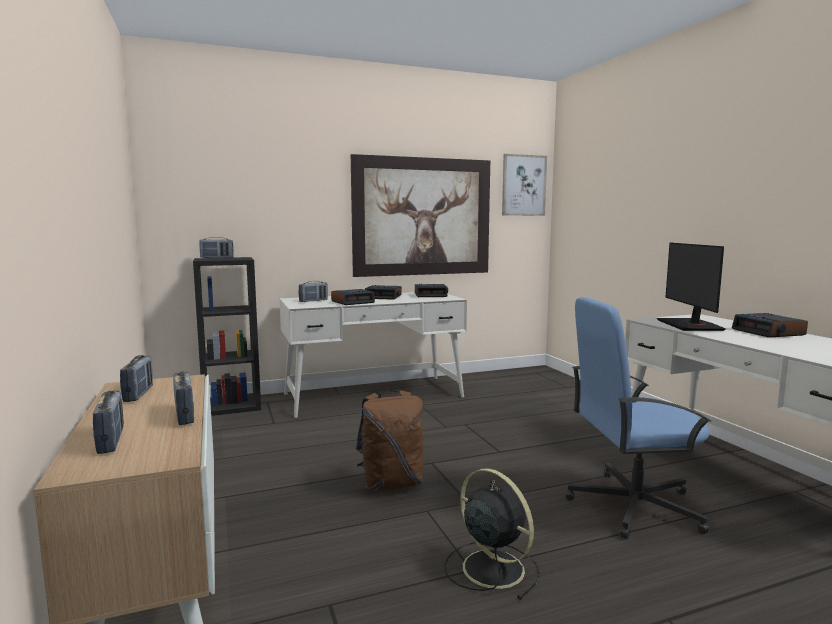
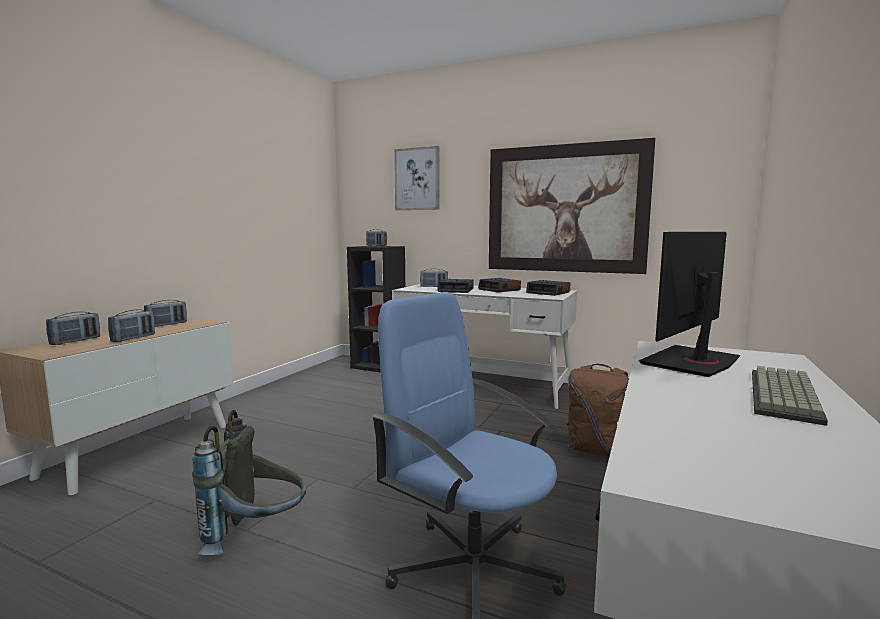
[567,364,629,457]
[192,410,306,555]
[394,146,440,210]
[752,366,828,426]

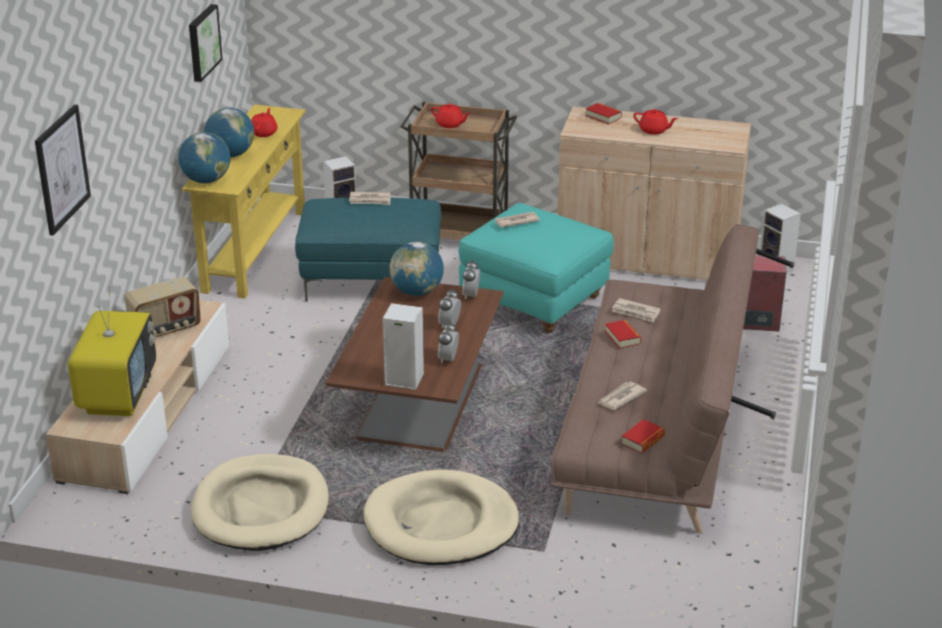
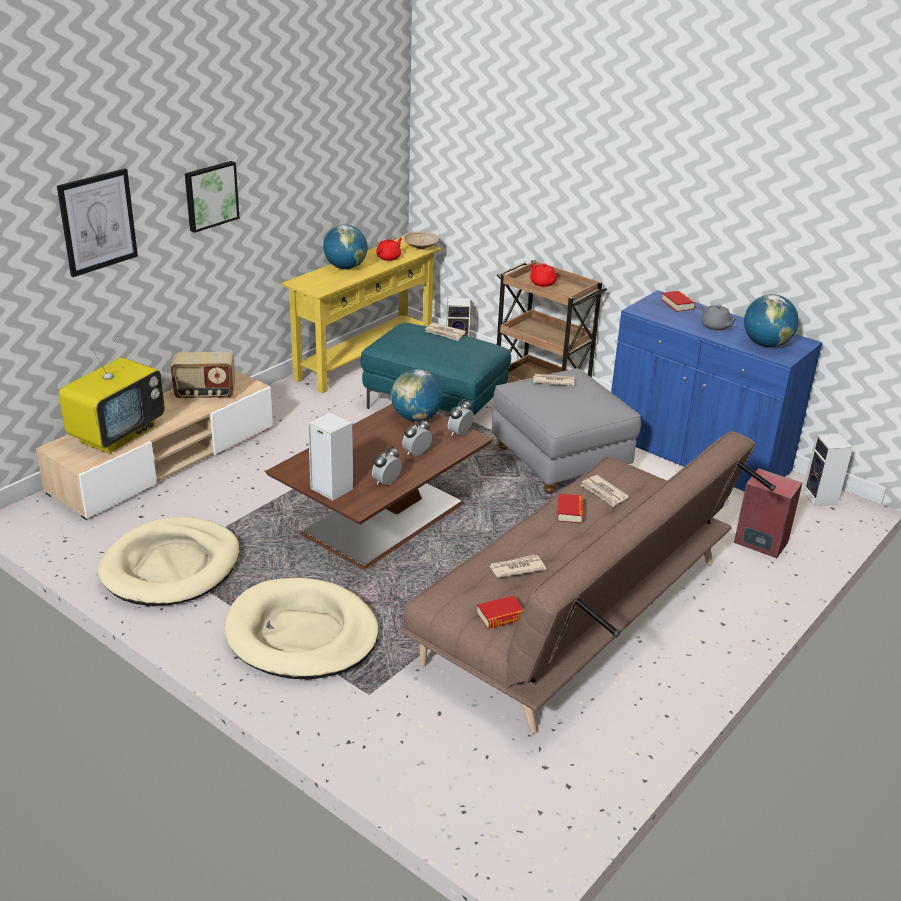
[744,294,799,347]
[185,161,240,233]
[492,368,641,494]
[611,290,822,492]
[700,305,739,331]
[403,231,439,249]

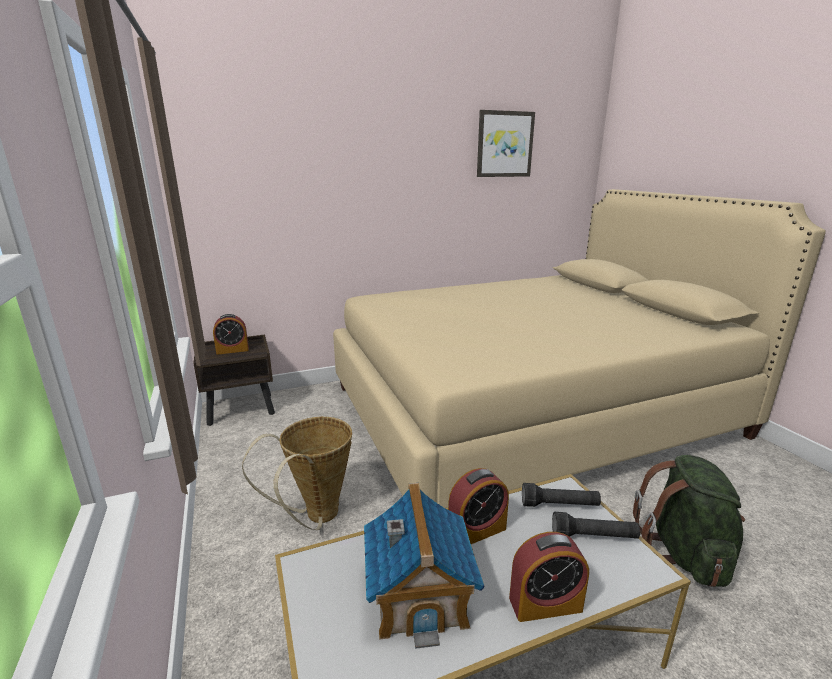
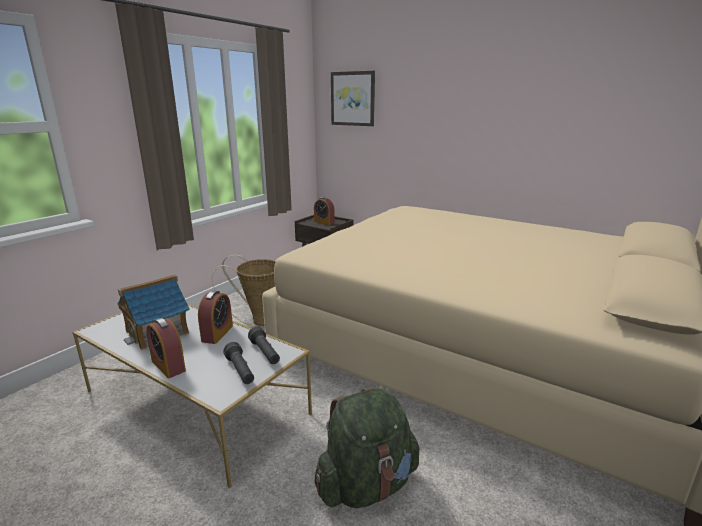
[198,291,233,344]
[331,71,375,126]

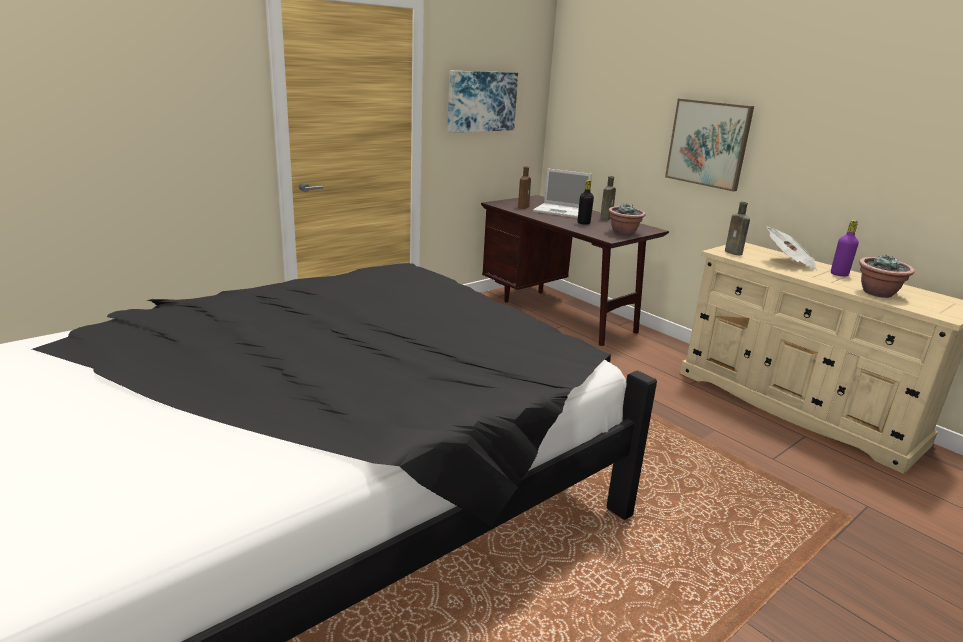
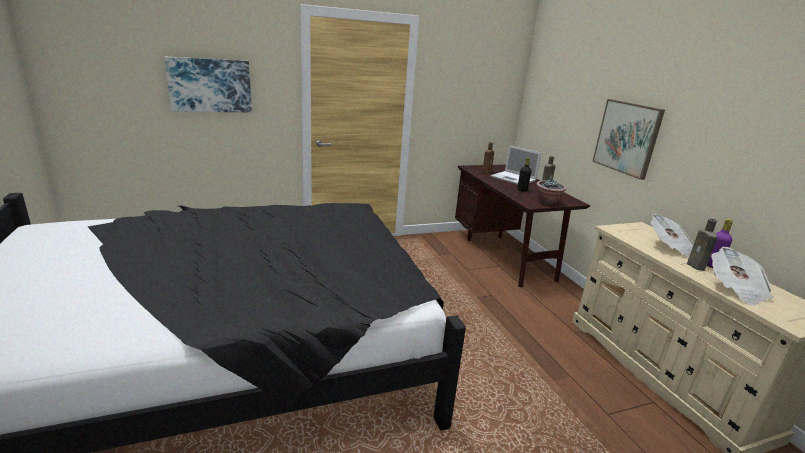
[164,57,252,113]
[687,218,717,271]
[711,247,774,306]

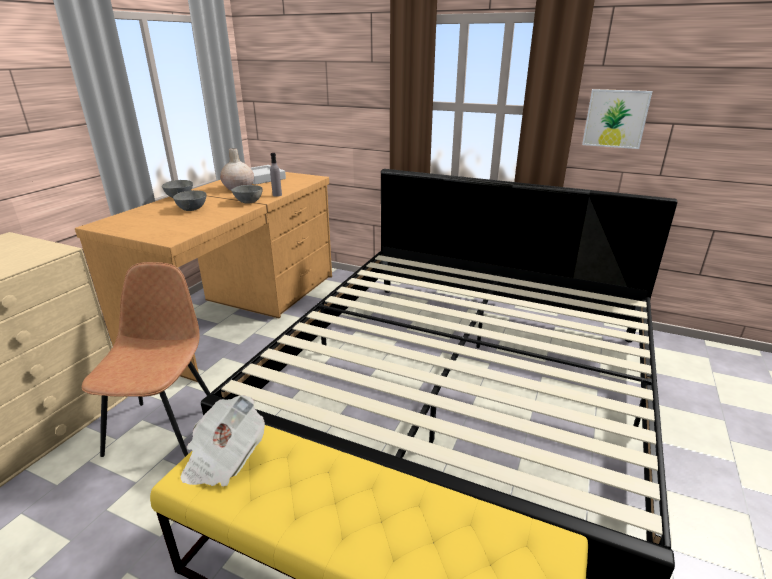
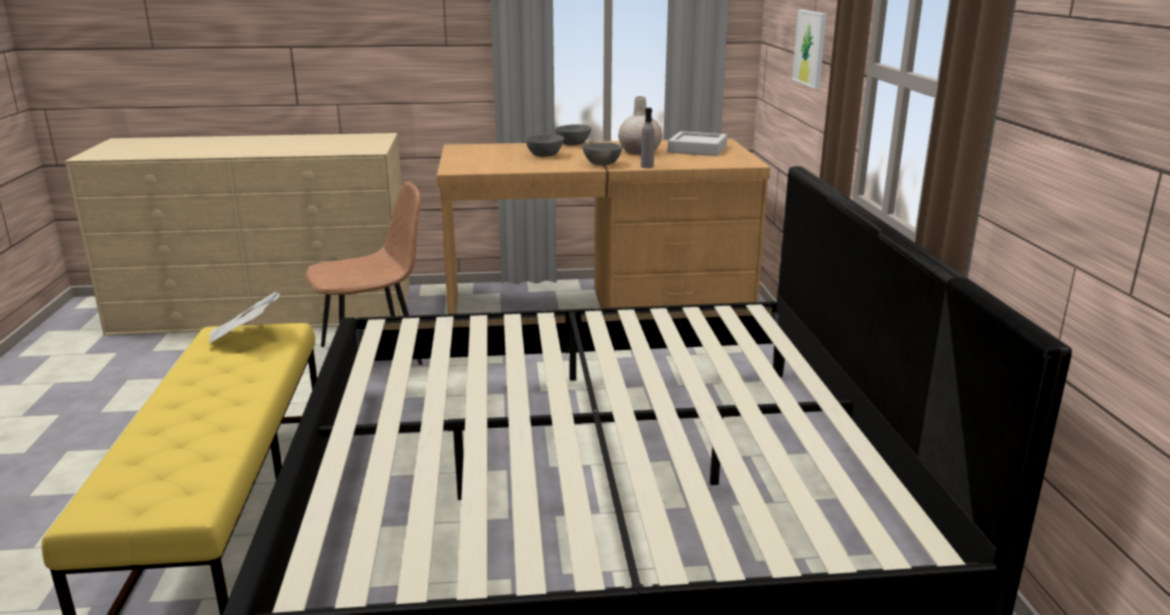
[792,10,827,89]

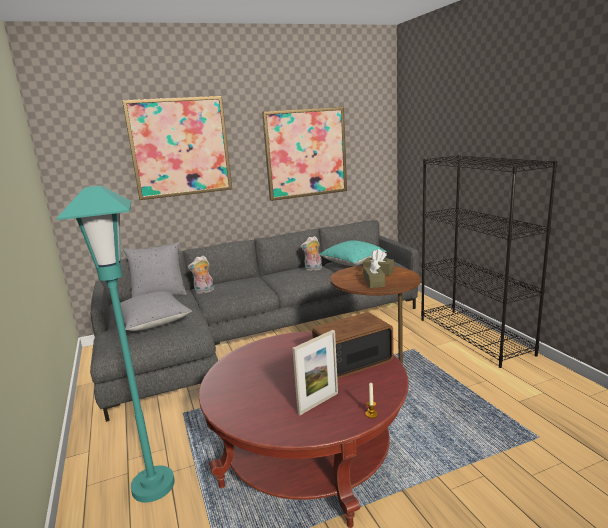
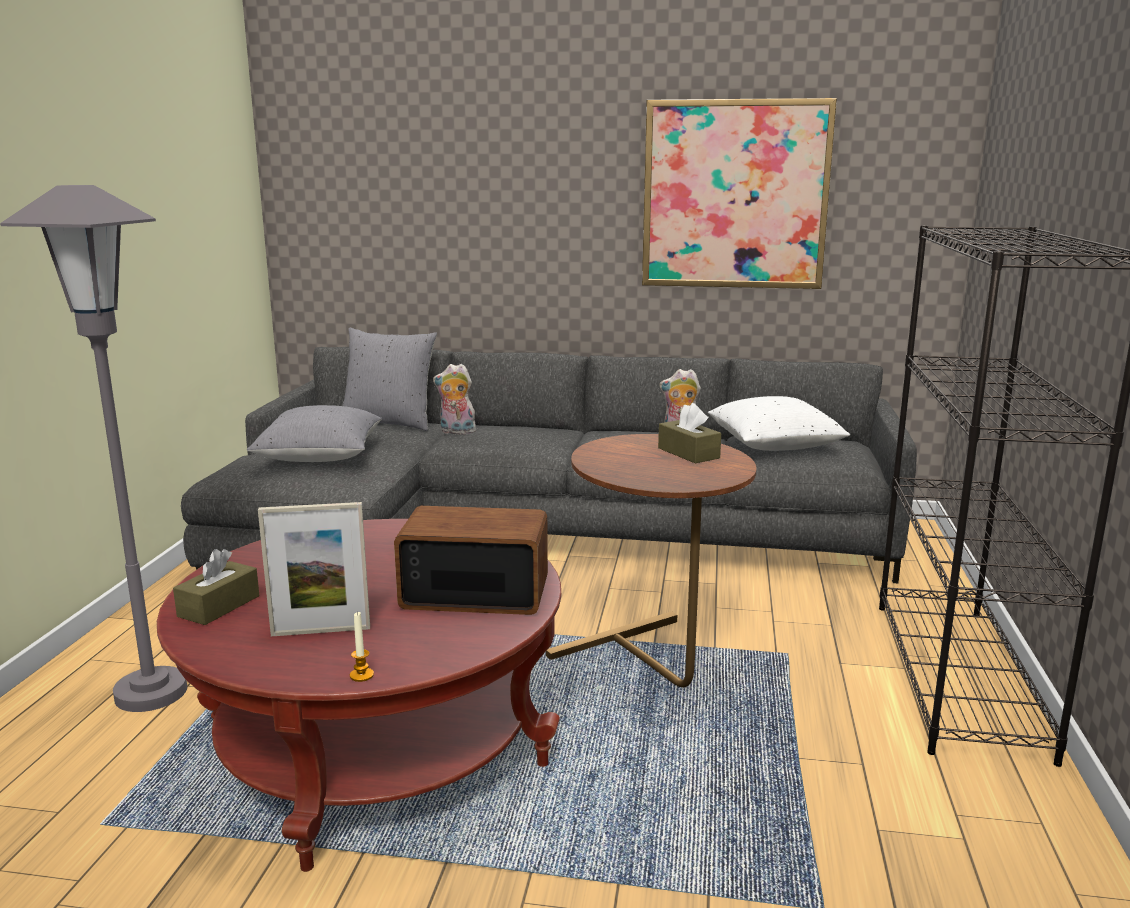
[0,185,187,712]
[122,96,232,200] (first image)
[708,396,850,451]
[173,549,259,625]

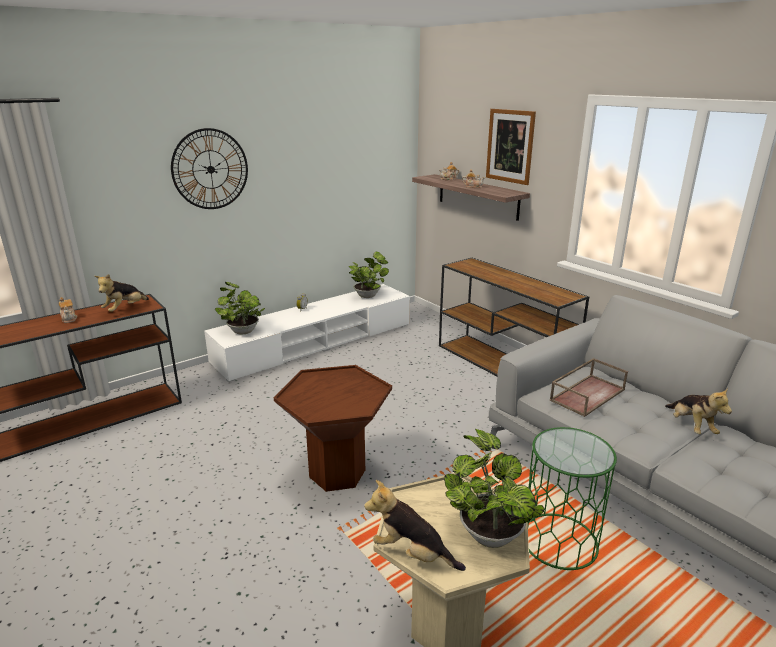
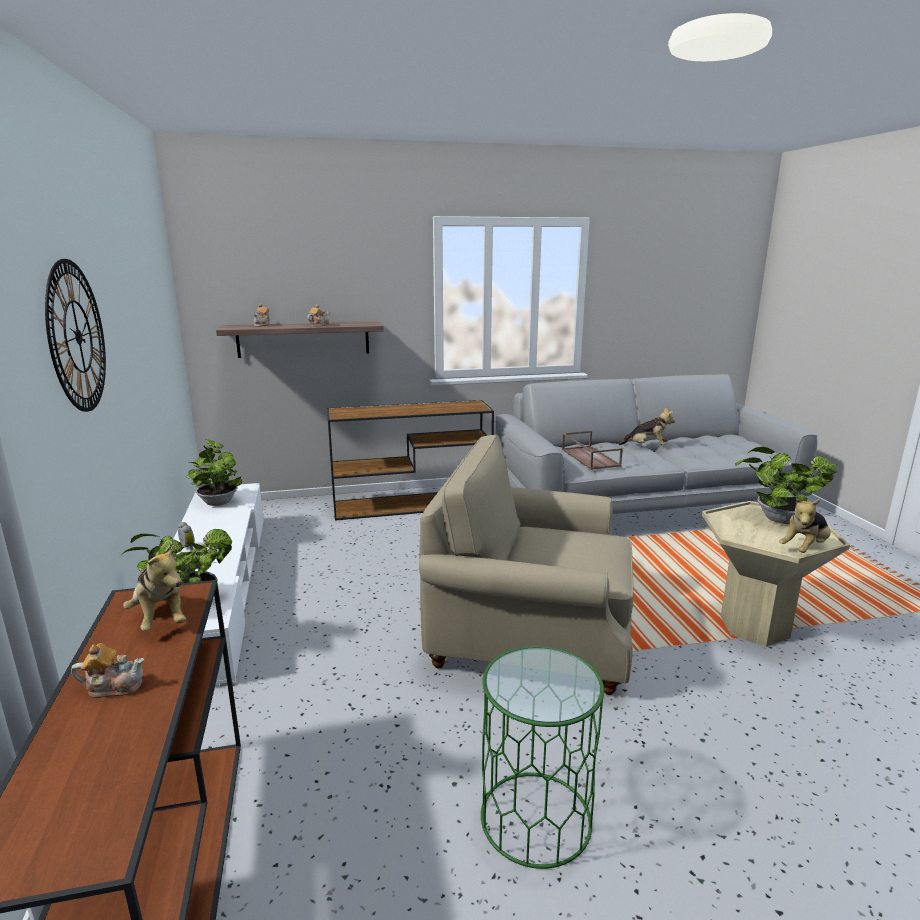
[419,434,633,695]
[486,109,536,185] (first image)
[481,646,604,869]

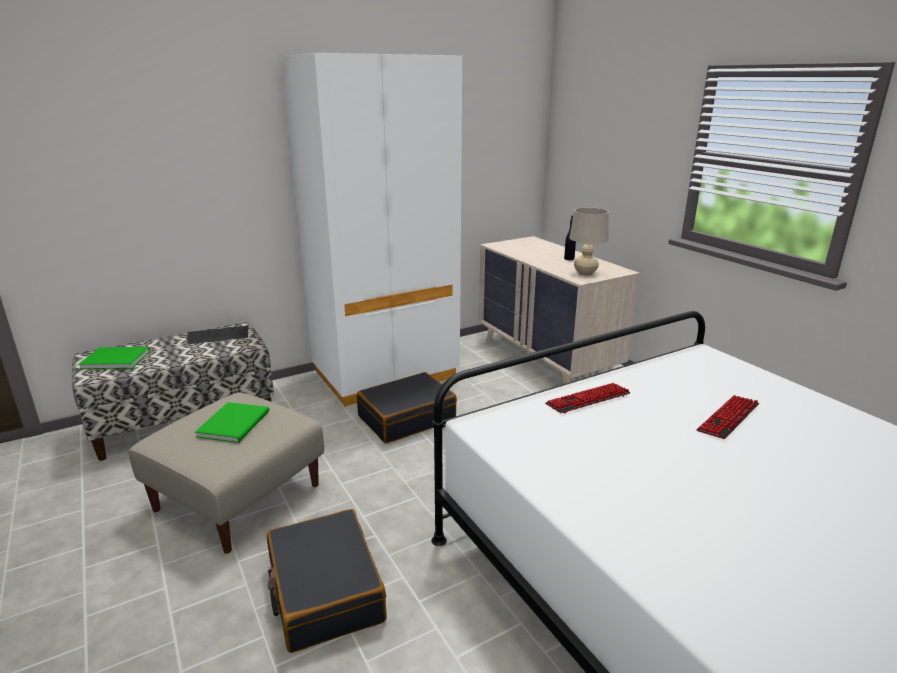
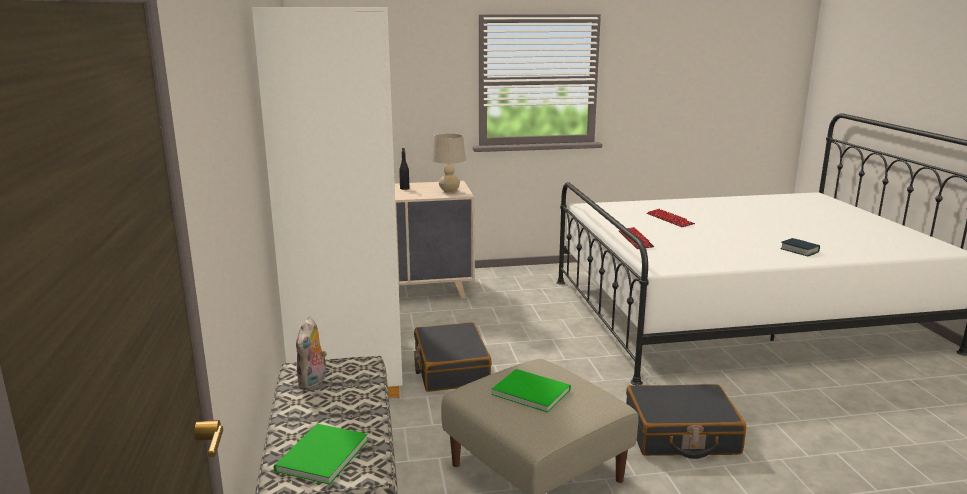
[296,317,327,390]
[780,238,820,256]

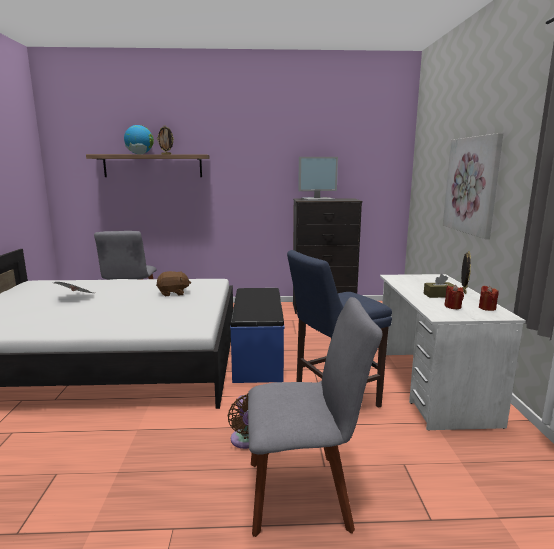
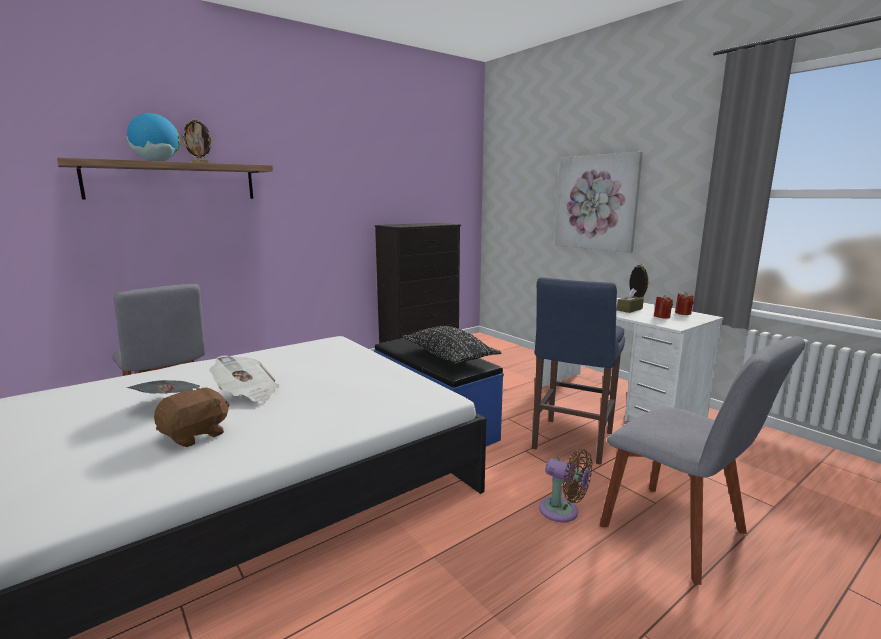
[154,387,229,447]
[600,336,805,585]
[298,157,338,201] (first image)
[210,355,280,403]
[402,326,501,364]

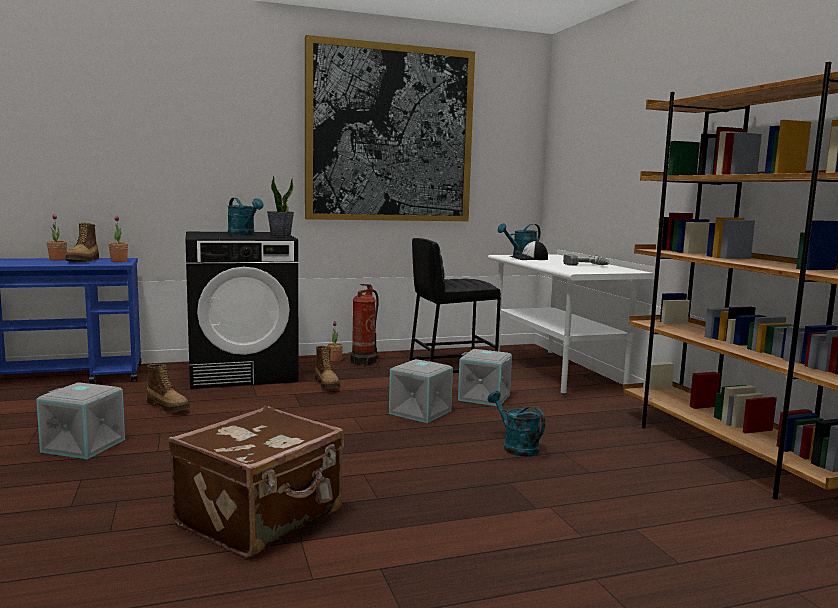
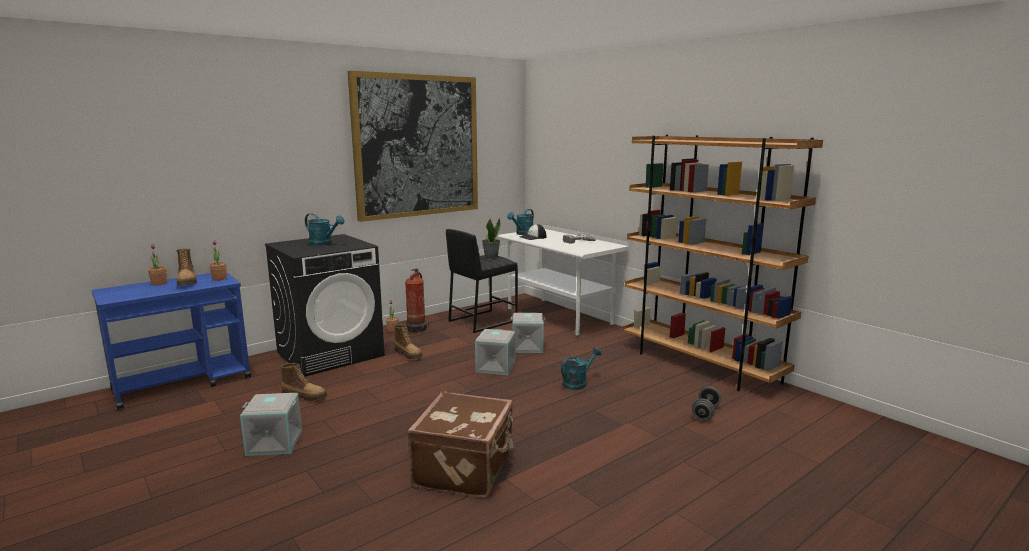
[482,218,500,259]
[561,347,602,390]
[692,387,721,420]

